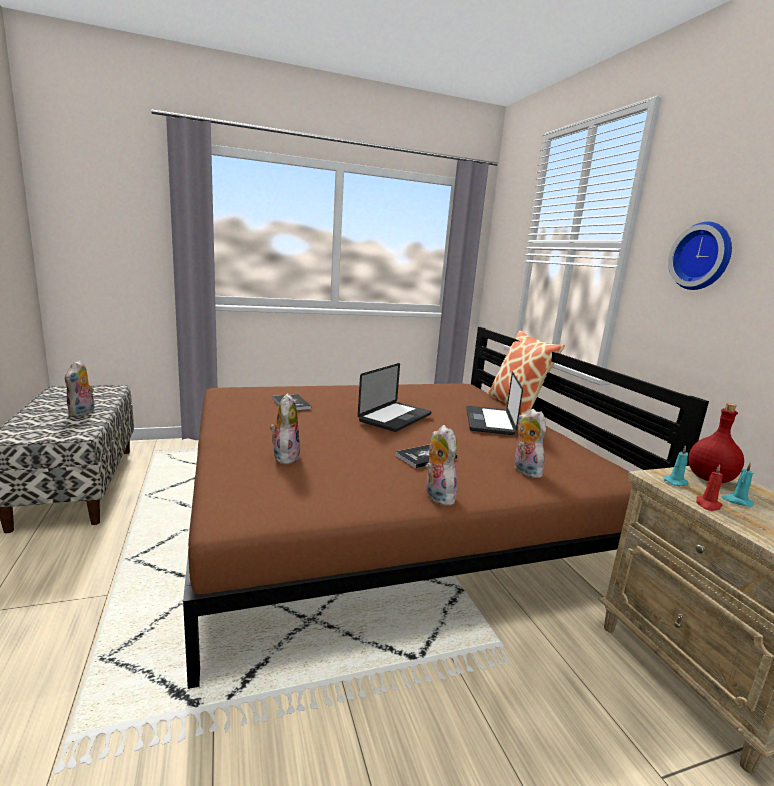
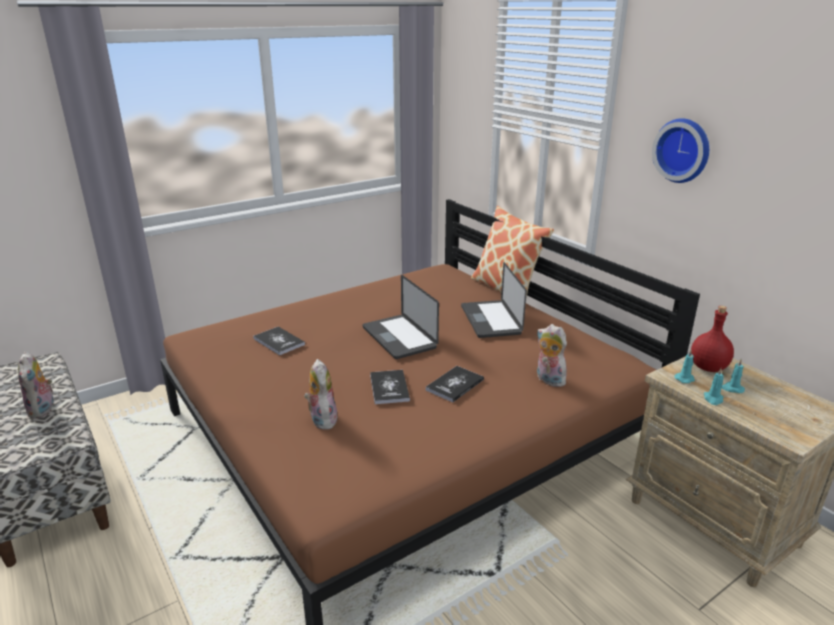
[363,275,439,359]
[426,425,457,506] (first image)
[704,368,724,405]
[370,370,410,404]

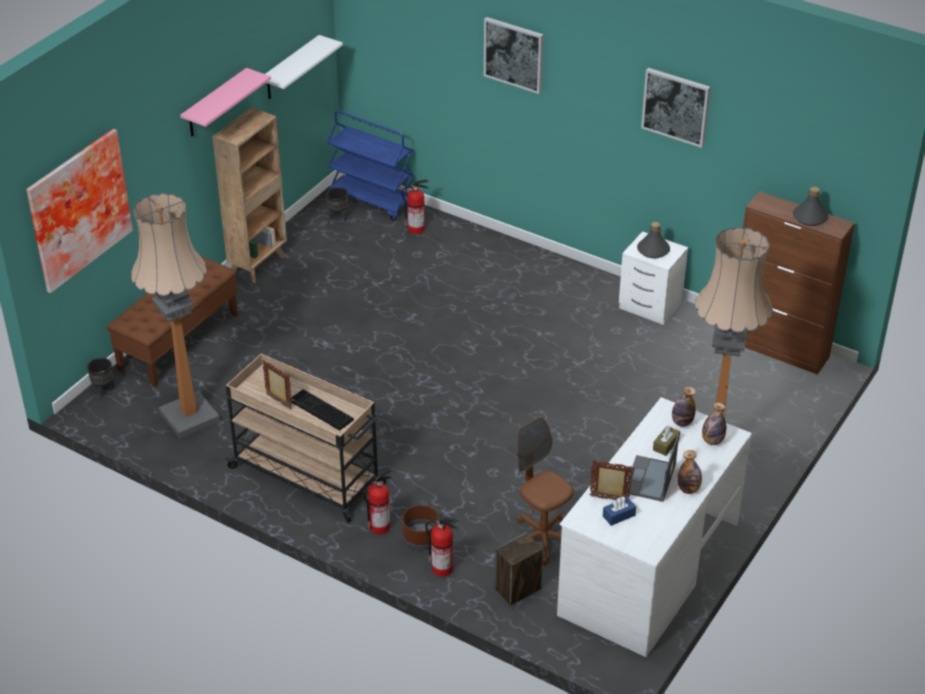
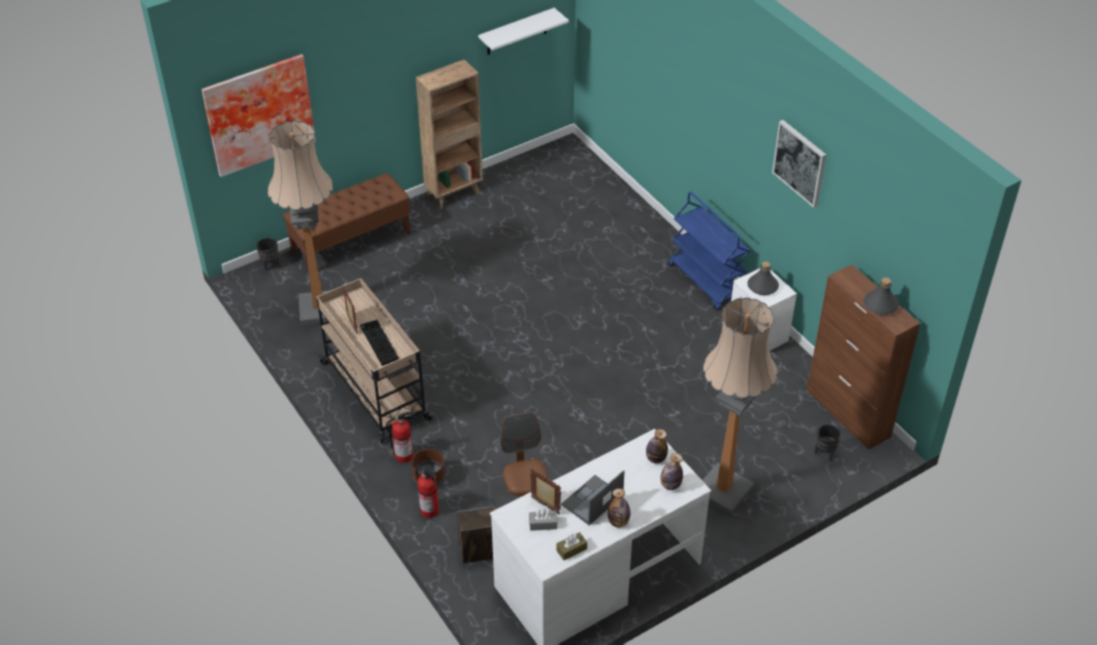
[180,68,271,136] (first image)
[668,192,750,311]
[814,424,841,461]
[402,180,429,234] (first image)
[484,17,544,94] (first image)
[529,509,557,531]
[556,532,587,560]

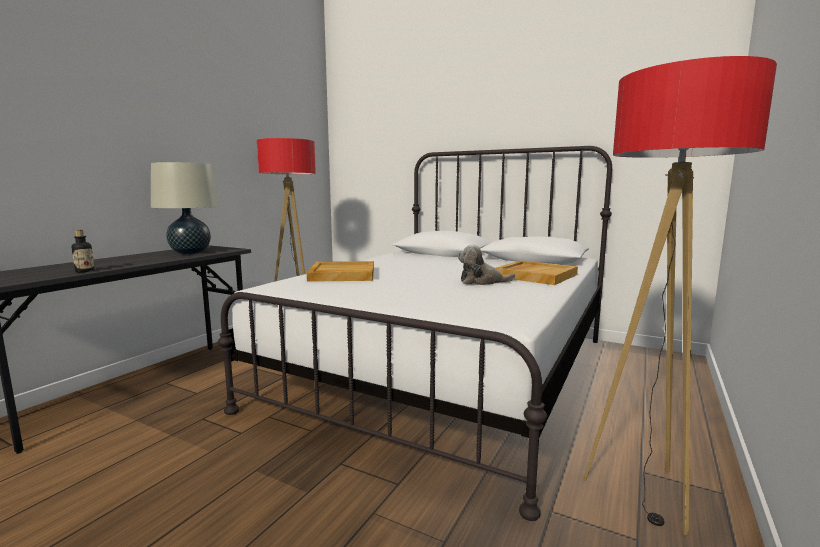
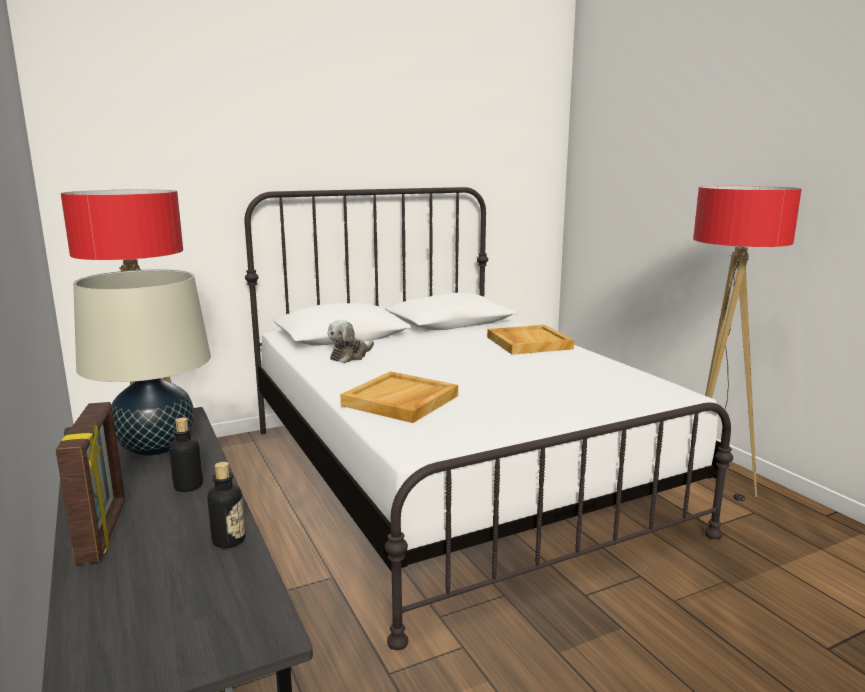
[328,320,374,363]
[56,402,125,565]
[169,418,203,492]

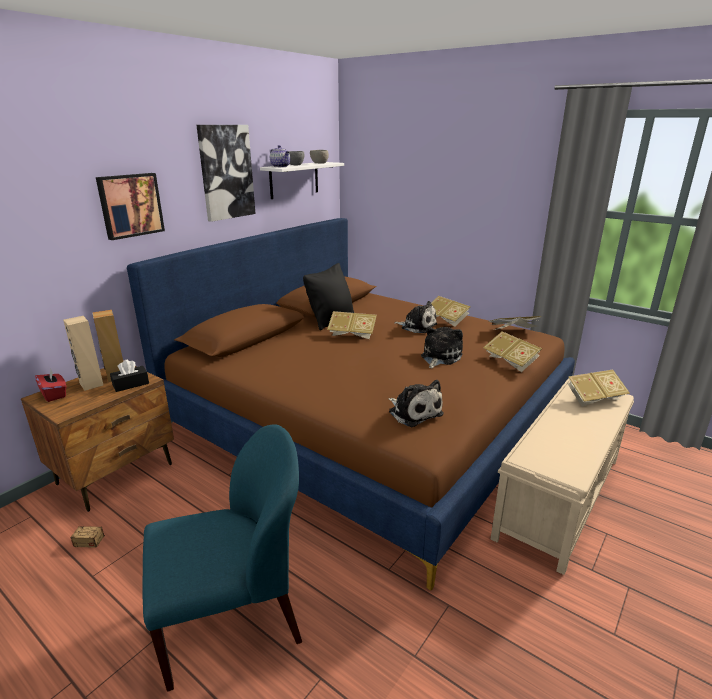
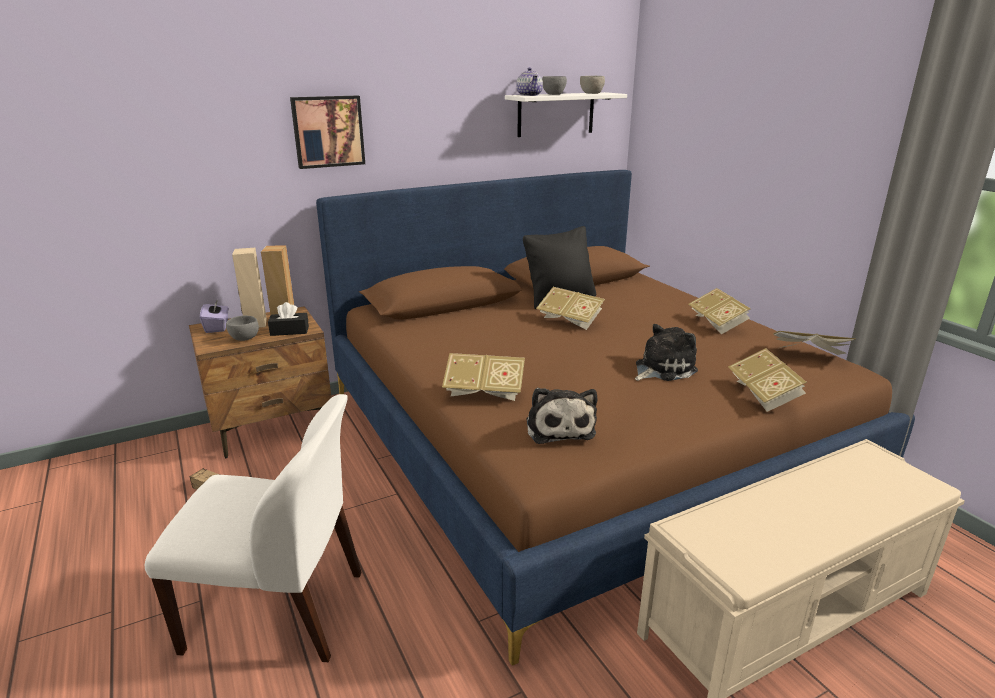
[200,299,229,333]
[145,394,361,662]
[197,125,255,222] (first image)
[394,301,437,333] (first image)
[442,353,525,401]
[226,316,259,341]

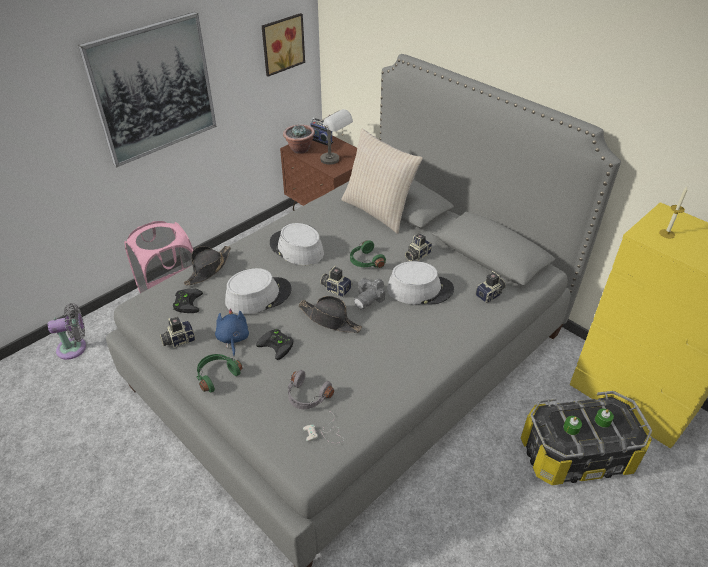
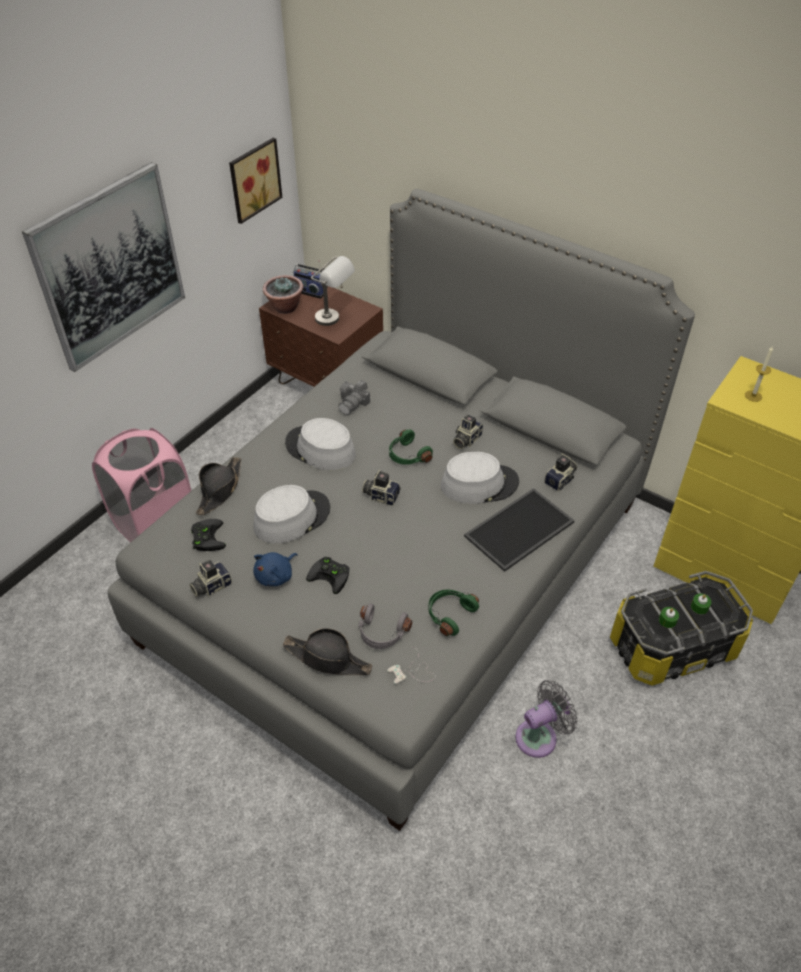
[515,680,578,758]
[428,590,479,636]
[253,552,298,586]
[283,629,372,675]
[341,128,423,234] (first image)
[338,380,370,415]
[464,488,575,572]

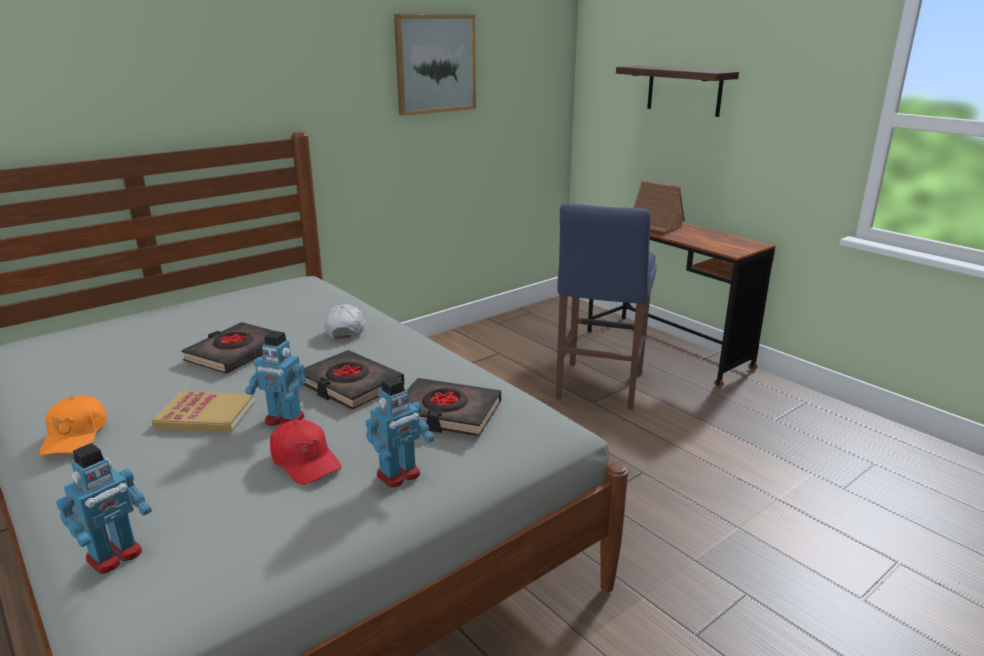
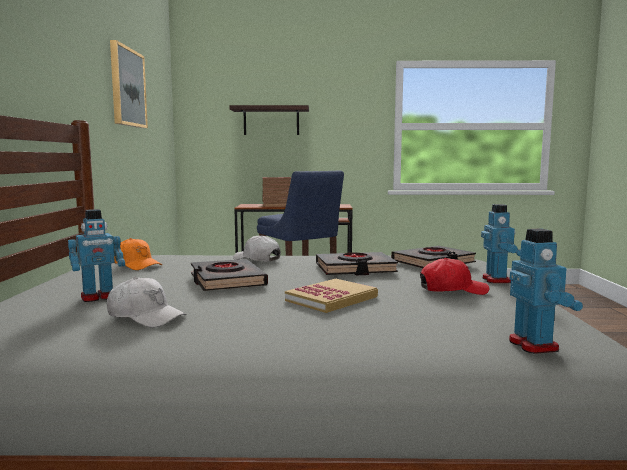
[114,238,162,270]
[68,209,125,302]
[107,277,186,328]

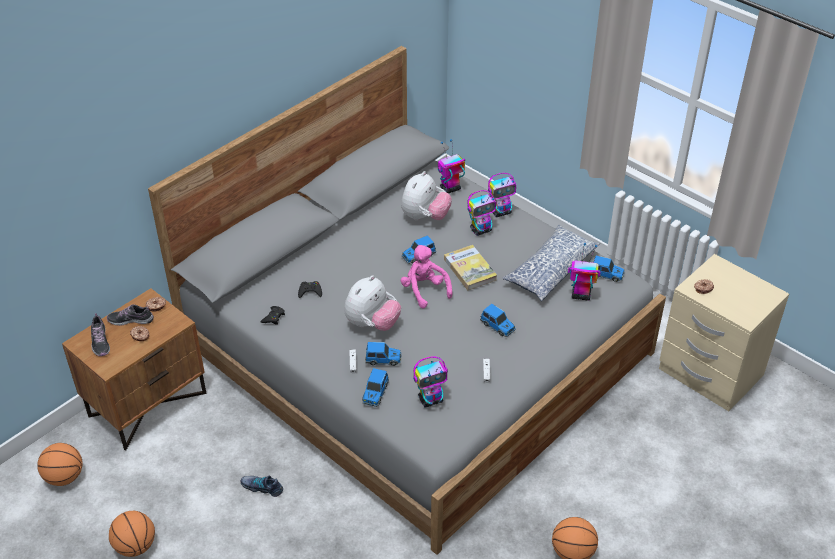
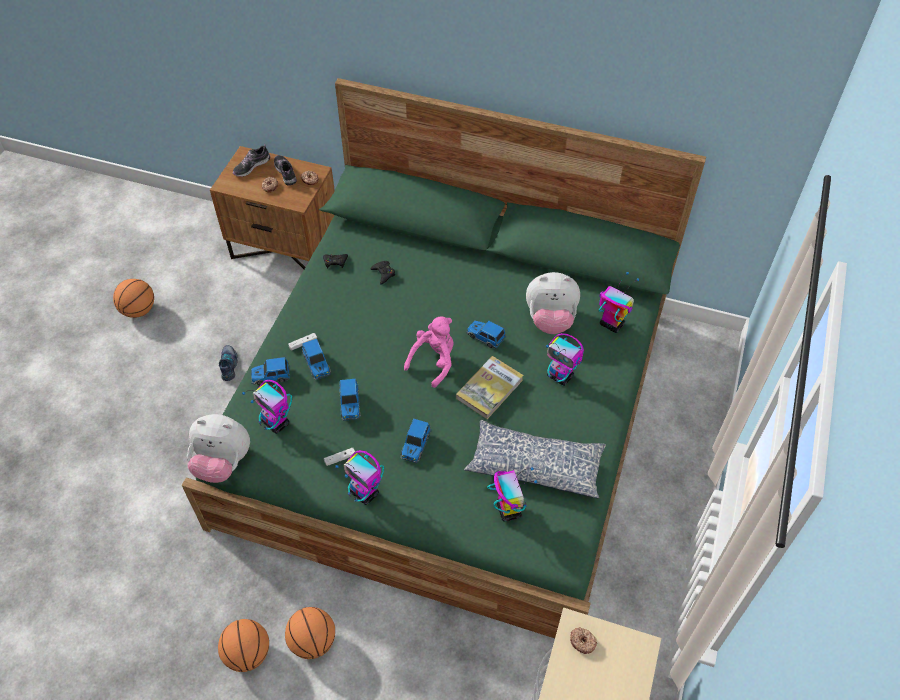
[285,607,335,659]
[182,78,706,638]
[187,414,250,483]
[335,450,384,505]
[339,379,361,421]

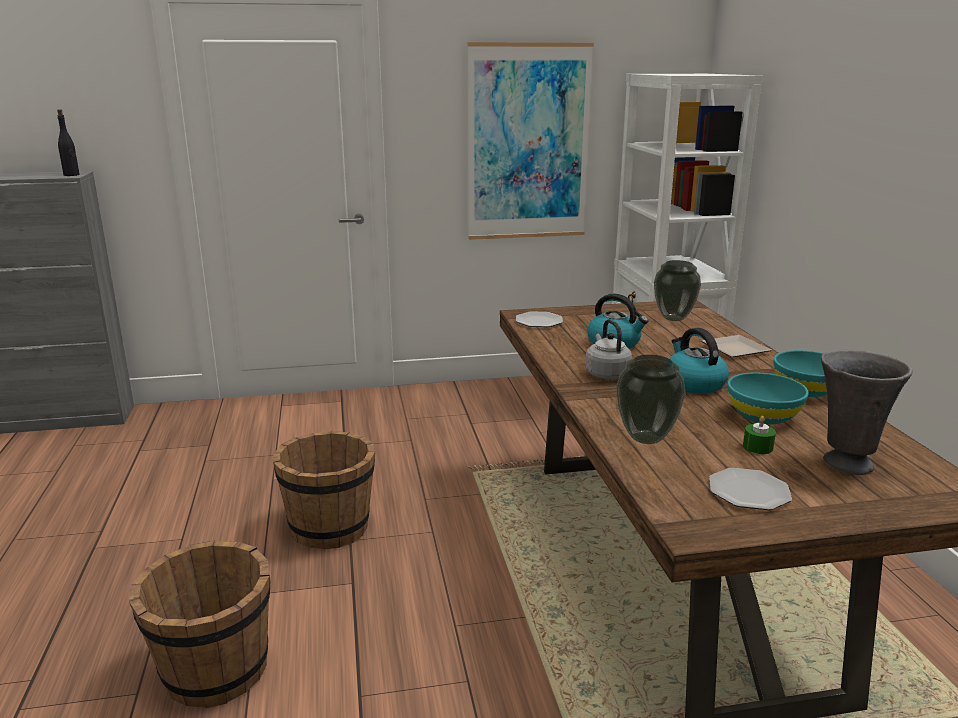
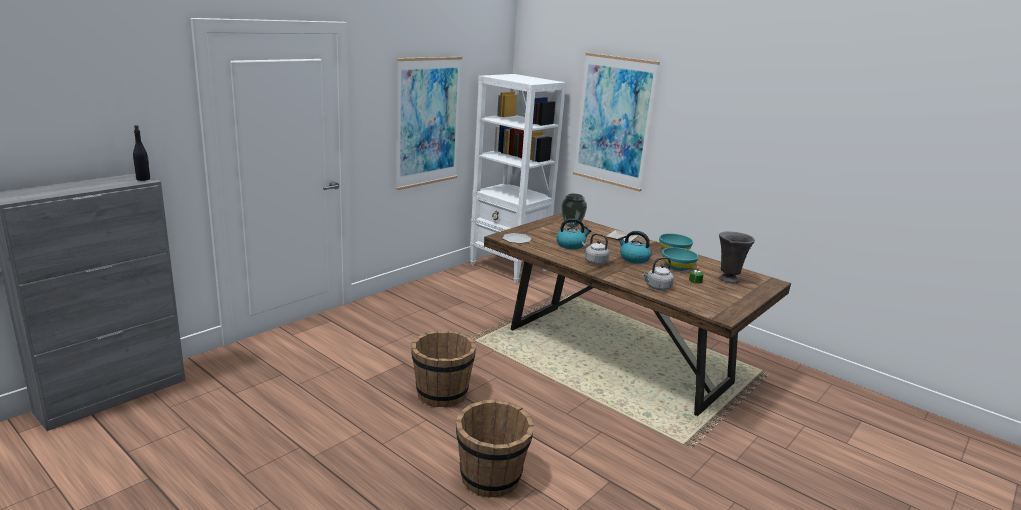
[642,257,674,291]
[709,468,792,510] (first image)
[573,53,660,192]

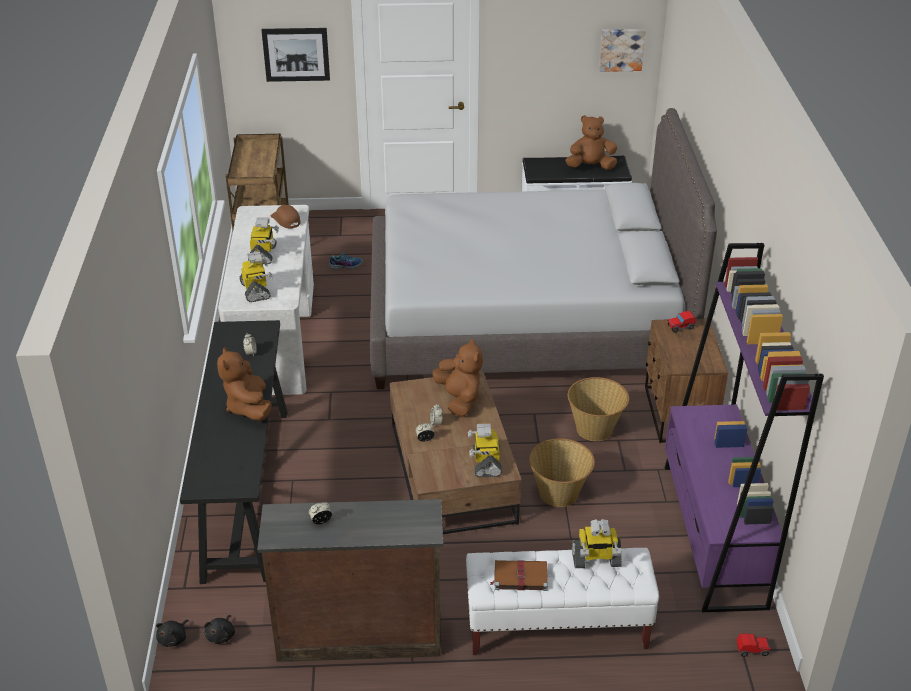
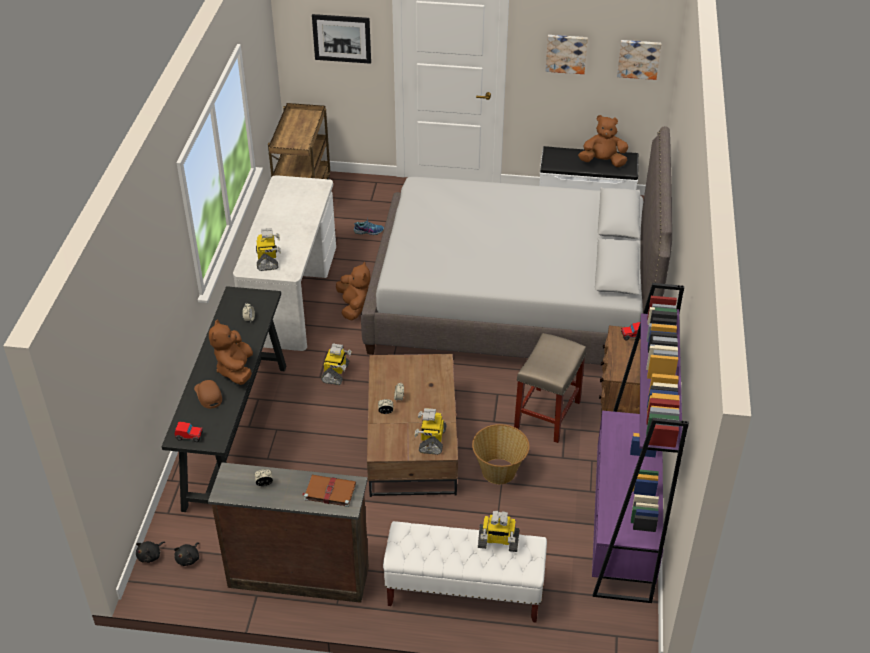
[321,344,352,385]
[194,380,222,409]
[336,262,370,320]
[302,475,356,507]
[514,333,586,443]
[175,422,203,442]
[545,35,588,74]

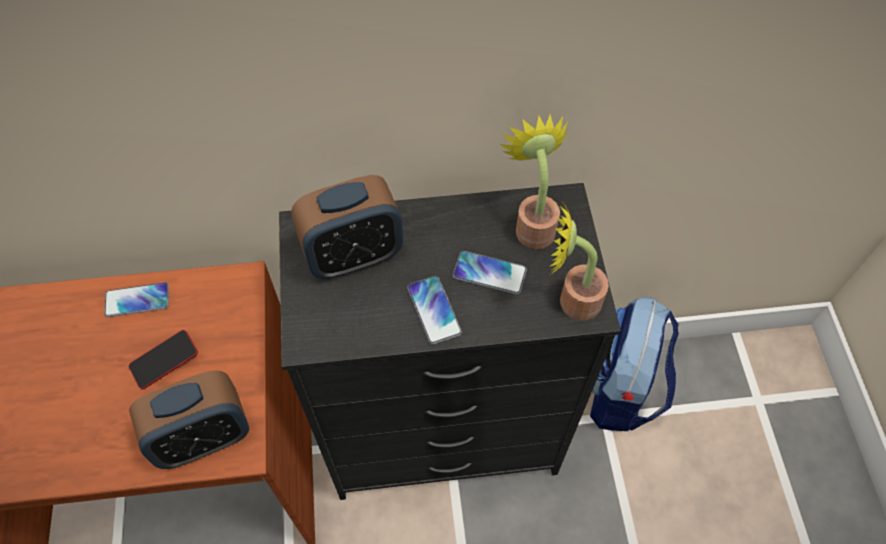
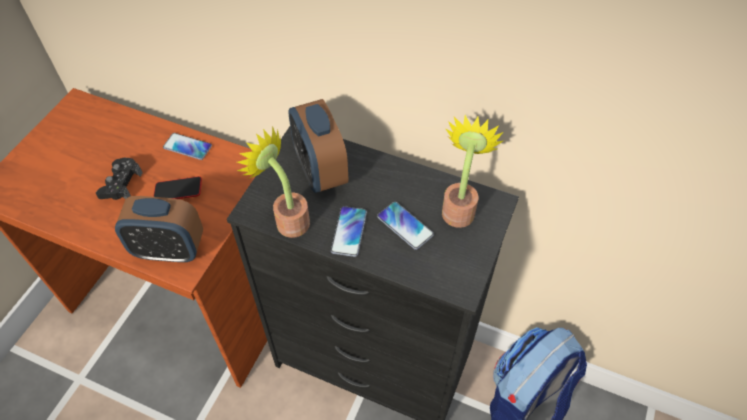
[288,99,348,193]
[237,126,310,238]
[96,158,143,200]

